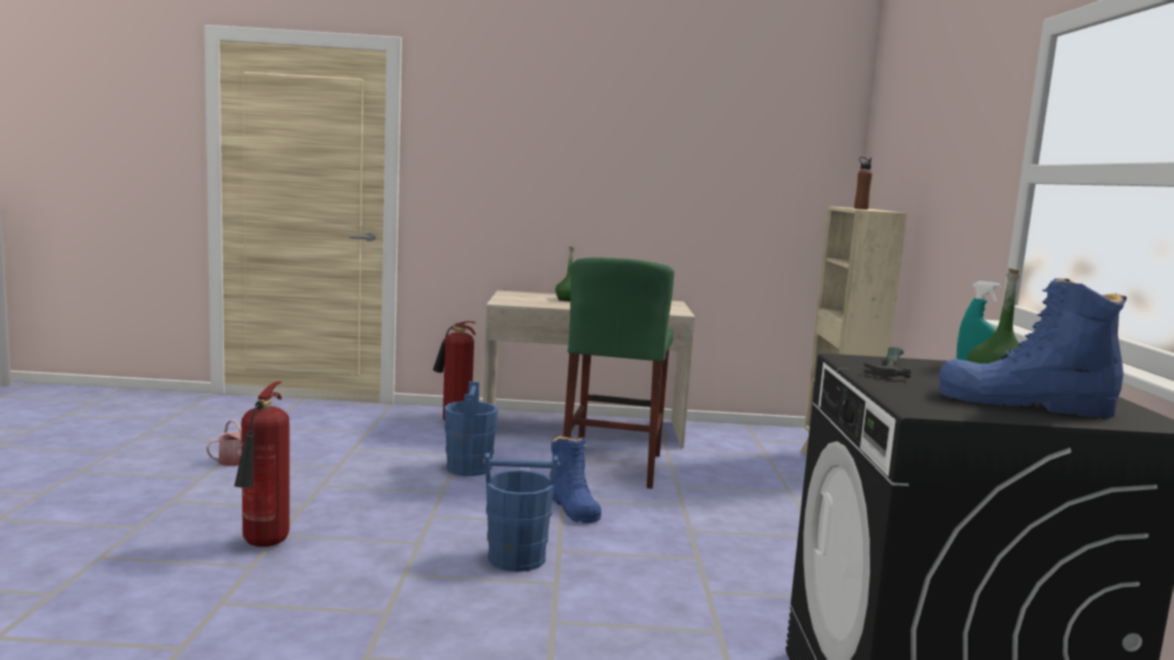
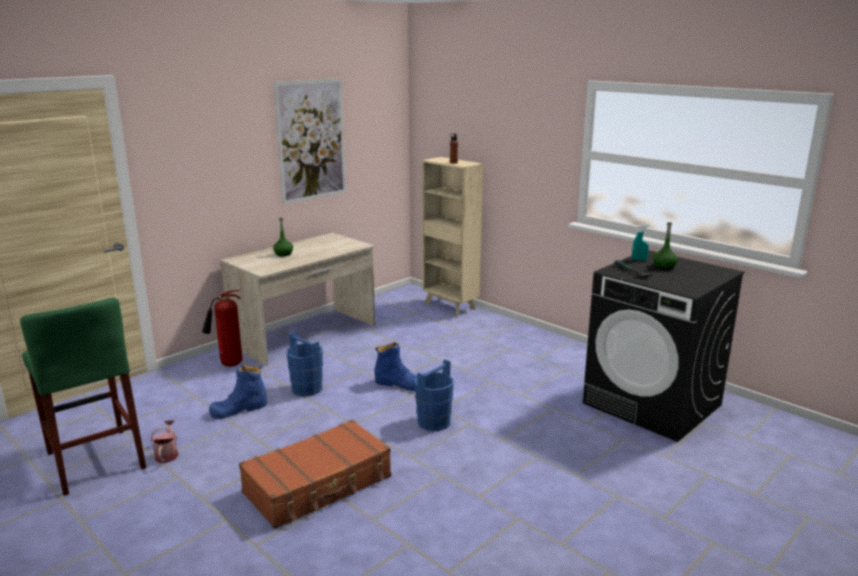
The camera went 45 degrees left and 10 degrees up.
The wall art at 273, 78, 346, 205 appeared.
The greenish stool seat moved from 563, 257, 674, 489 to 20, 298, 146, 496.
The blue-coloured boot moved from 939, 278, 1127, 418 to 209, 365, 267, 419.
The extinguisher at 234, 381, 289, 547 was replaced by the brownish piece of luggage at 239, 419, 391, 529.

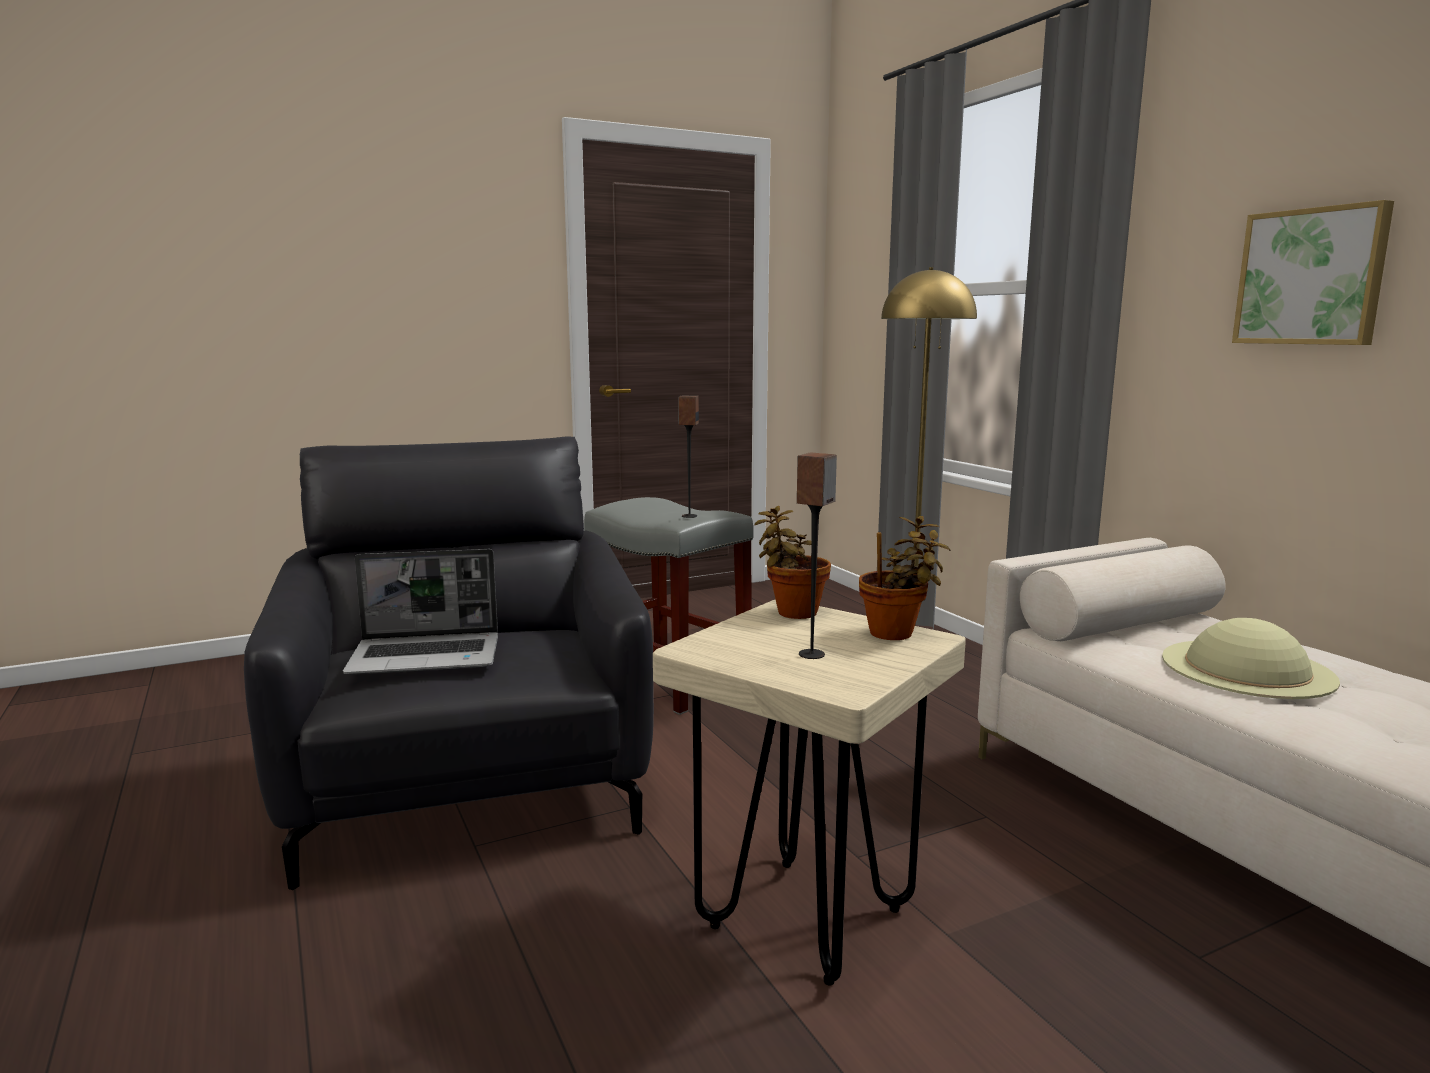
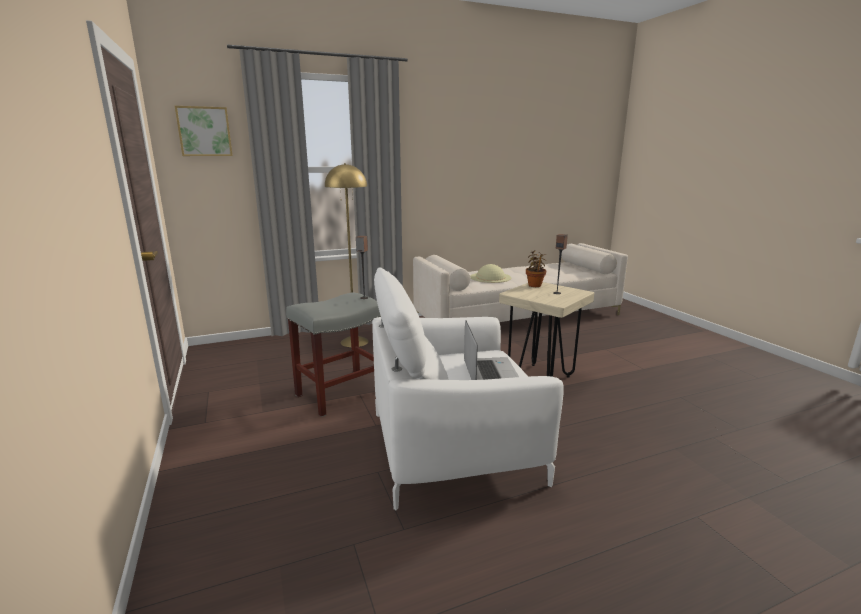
The camera went 85 degrees left and 5 degrees up.
The plant in a pot at 754, 506, 831, 619 disappeared.
The wall art moved from 1232, 200, 1394, 345 to 175, 106, 233, 156.
The black armchair at 244, 436, 654, 890 became the white-coloured armchair at 372, 267, 564, 510.

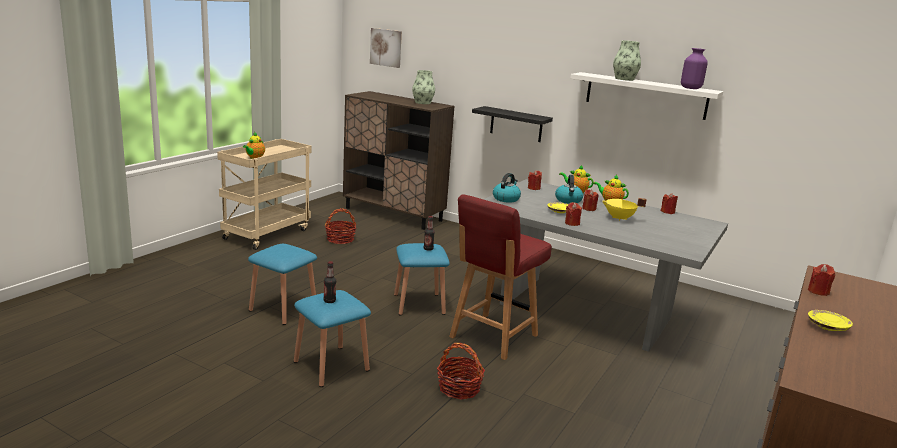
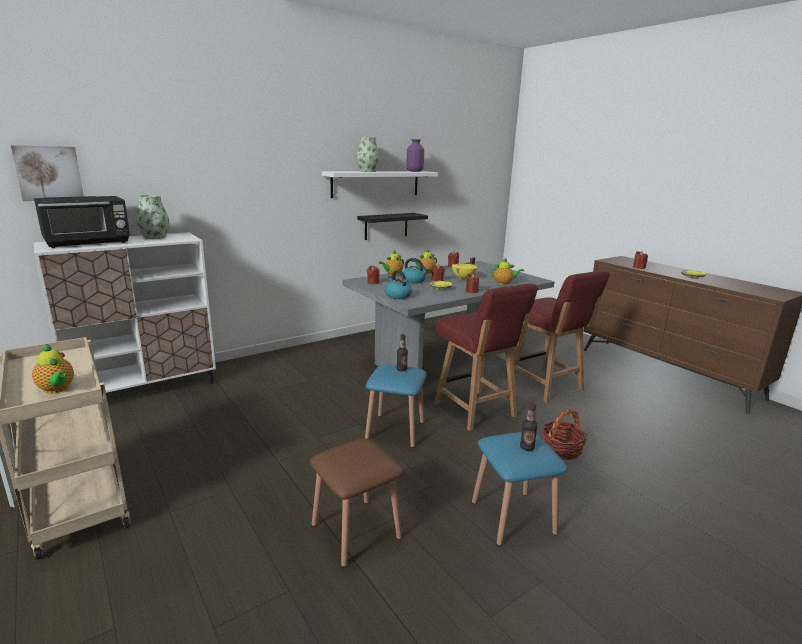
The camera went 65 degrees left and 0 degrees up.
The household basket at 325, 208, 356, 244 disappeared.
The black microwave at 34, 196, 130, 248 appeared.
The teapot at 491, 258, 524, 285 appeared.
The reddish chair at 507, 270, 610, 403 appeared.
The black bracket shelf moved from 472, 106, 553, 142 to 357, 213, 428, 240.
The blue-coloured stool seat at 248, 244, 317, 325 became the brownish stool seat at 310, 438, 403, 568.
The brownish storage cabinet at 343, 91, 455, 230 became the white-coloured storage cabinet at 34, 232, 216, 393.

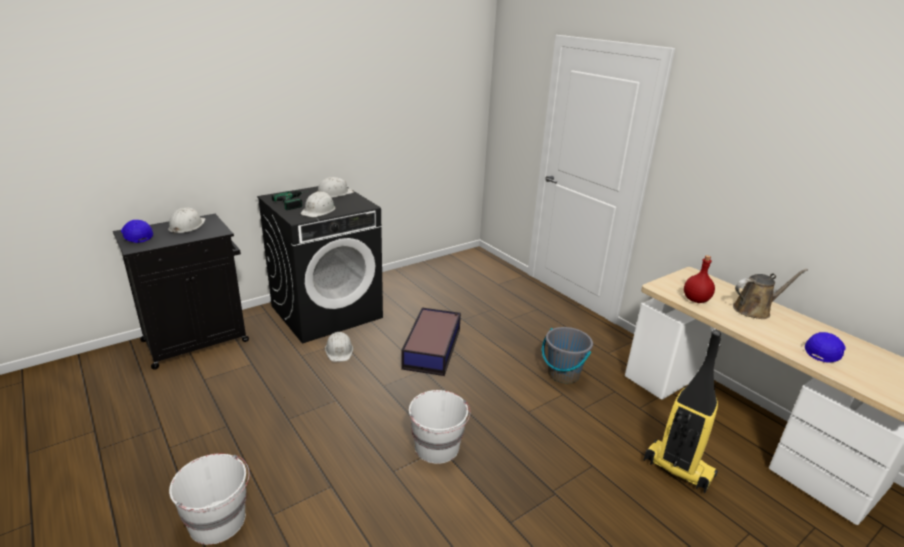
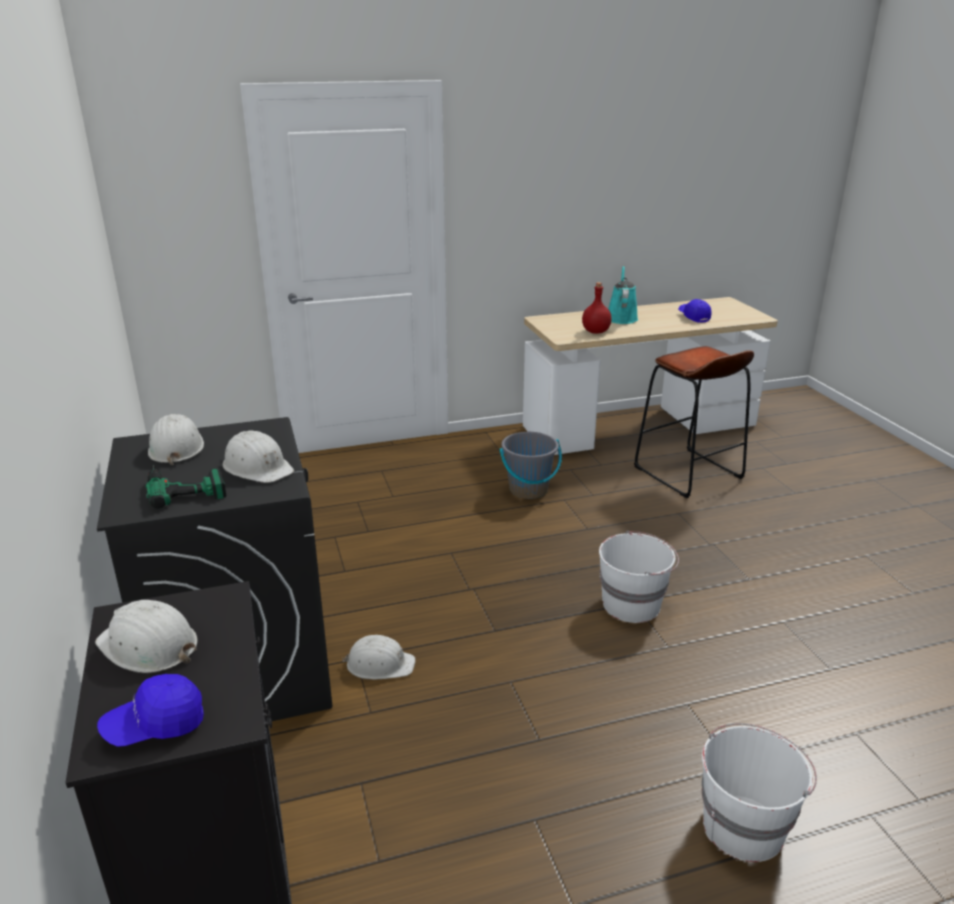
The camera went 70 degrees left and 0 degrees up.
The storage bin at 401, 307, 461, 376 disappeared.
The hoover at 643, 330, 721, 493 was replaced by the brownish stool seat at 634, 346, 754, 498.
The brownish watering can at 733, 269, 808, 319 became the turquoise-coloured watering can at 608, 266, 638, 324.

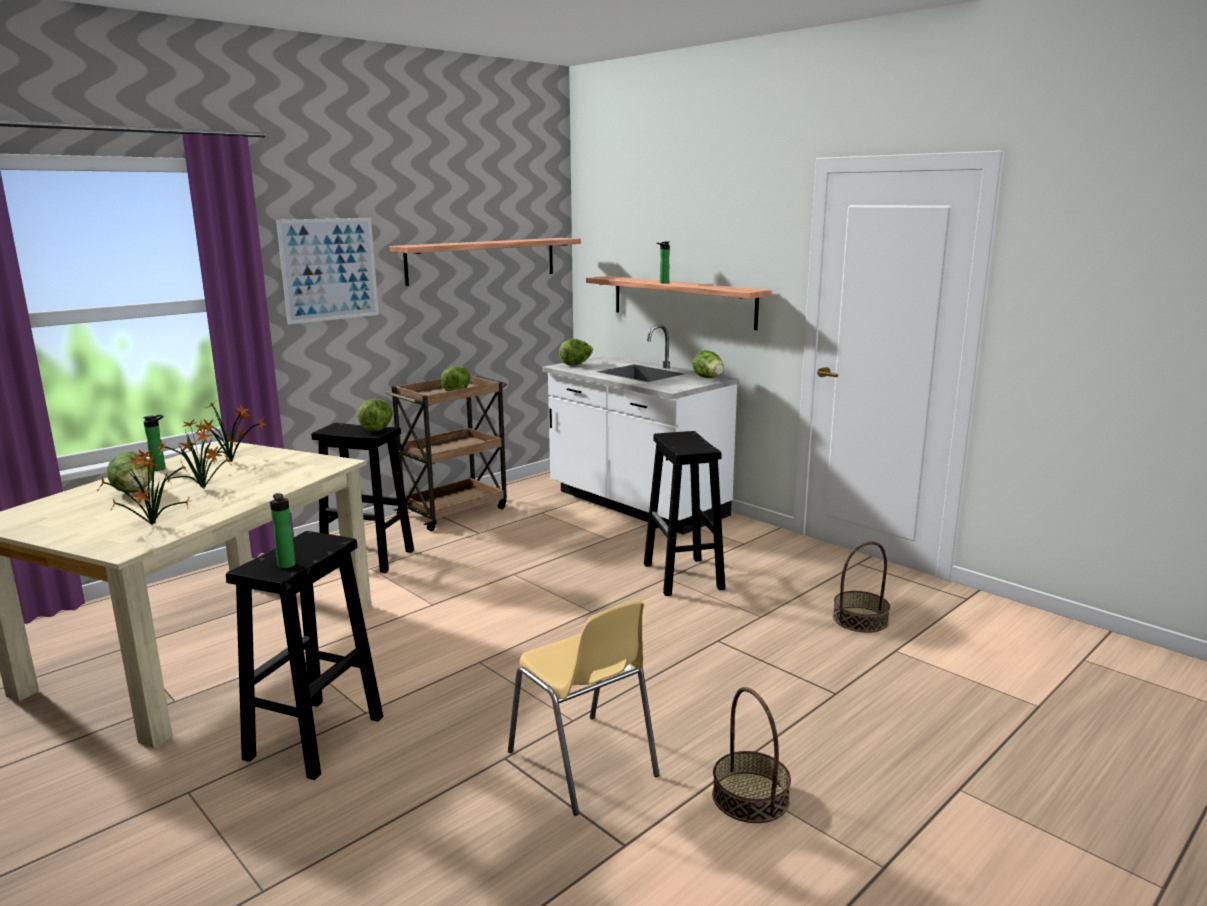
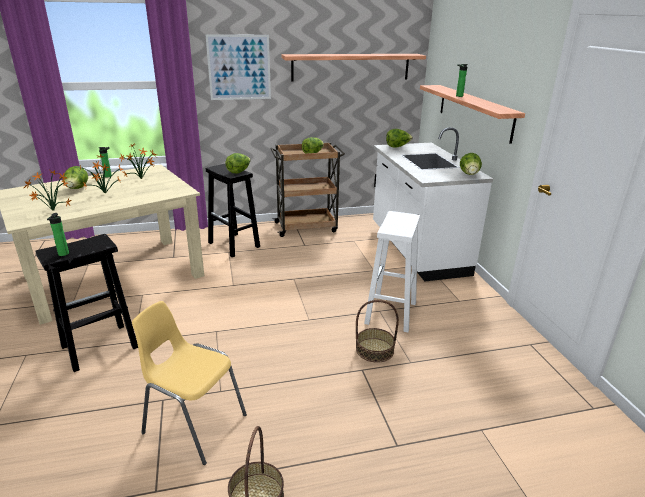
The camera went 30 degrees right and 10 degrees up.
The household basket moved from 833, 541, 890, 633 to 356, 300, 399, 363.
The black stool seat at 644, 431, 725, 596 became the white-coloured stool seat at 364, 211, 420, 332.
The yellowish chair at 508, 600, 659, 816 turned 120 degrees clockwise.

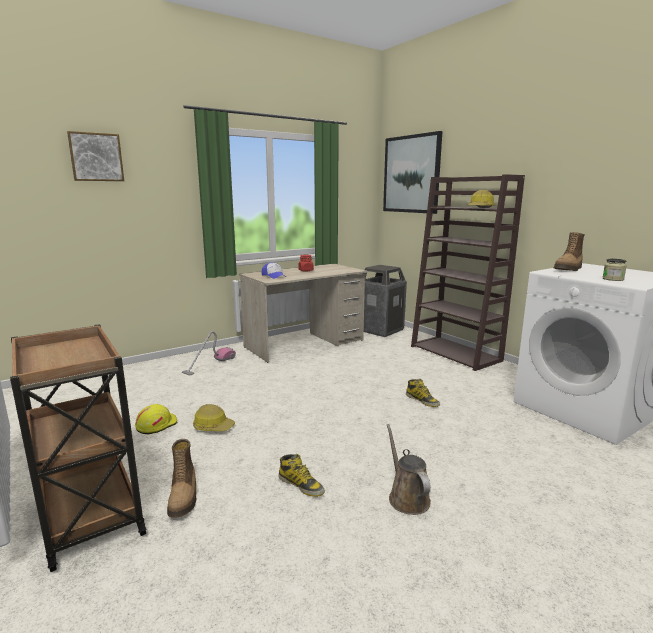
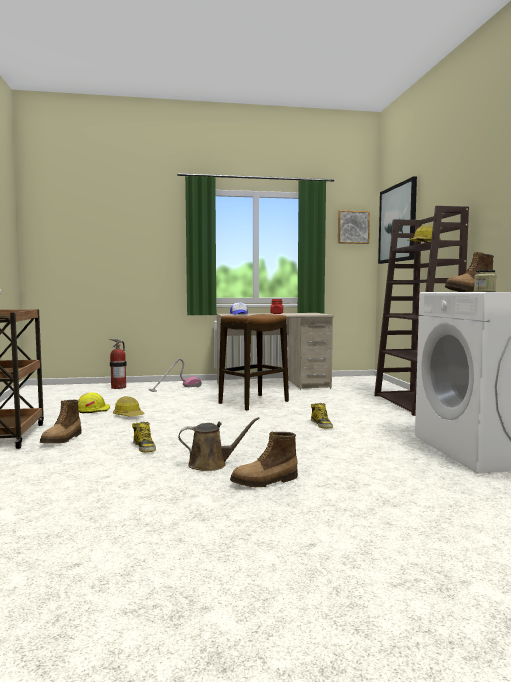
The camera went 25 degrees right and 10 degrees down.
The waste bin at 364, 265, 407, 337 disappeared.
The extinguisher at 110, 339, 126, 389 appeared.
The stool seat at 218, 314, 289, 411 appeared.
The boot at 230, 432, 298, 487 appeared.
The wall art moved from 67, 131, 124, 181 to 338, 210, 370, 244.
The brownish watering can at 387, 424, 431, 515 turned 75 degrees clockwise.

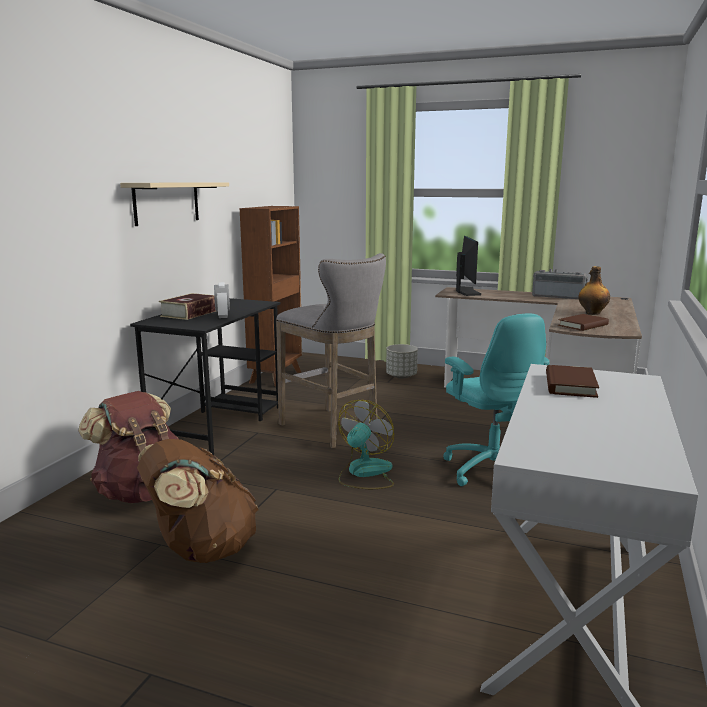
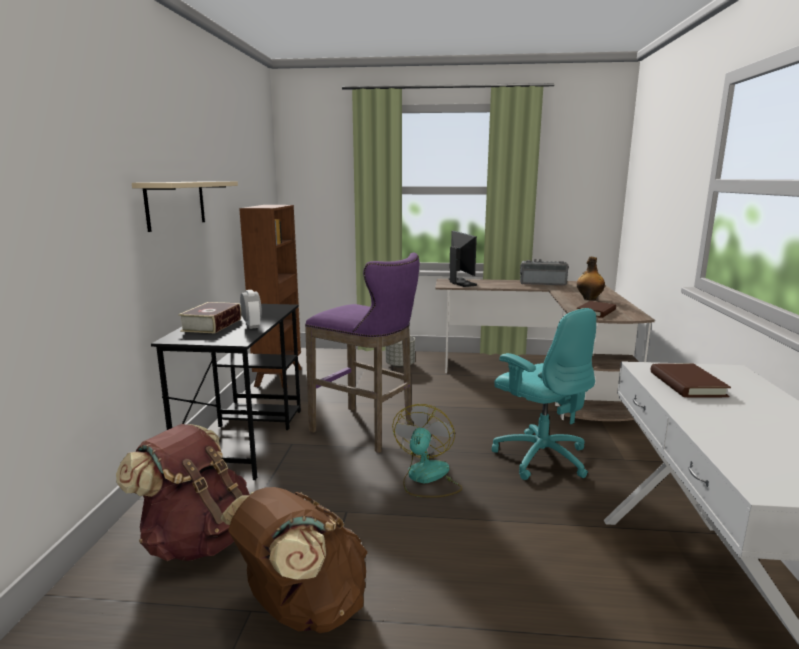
The camera went 15 degrees left and 0 degrees up.
The greyish stool seat at 276, 253, 386, 448 became the purple-coloured stool seat at 305, 252, 419, 453.

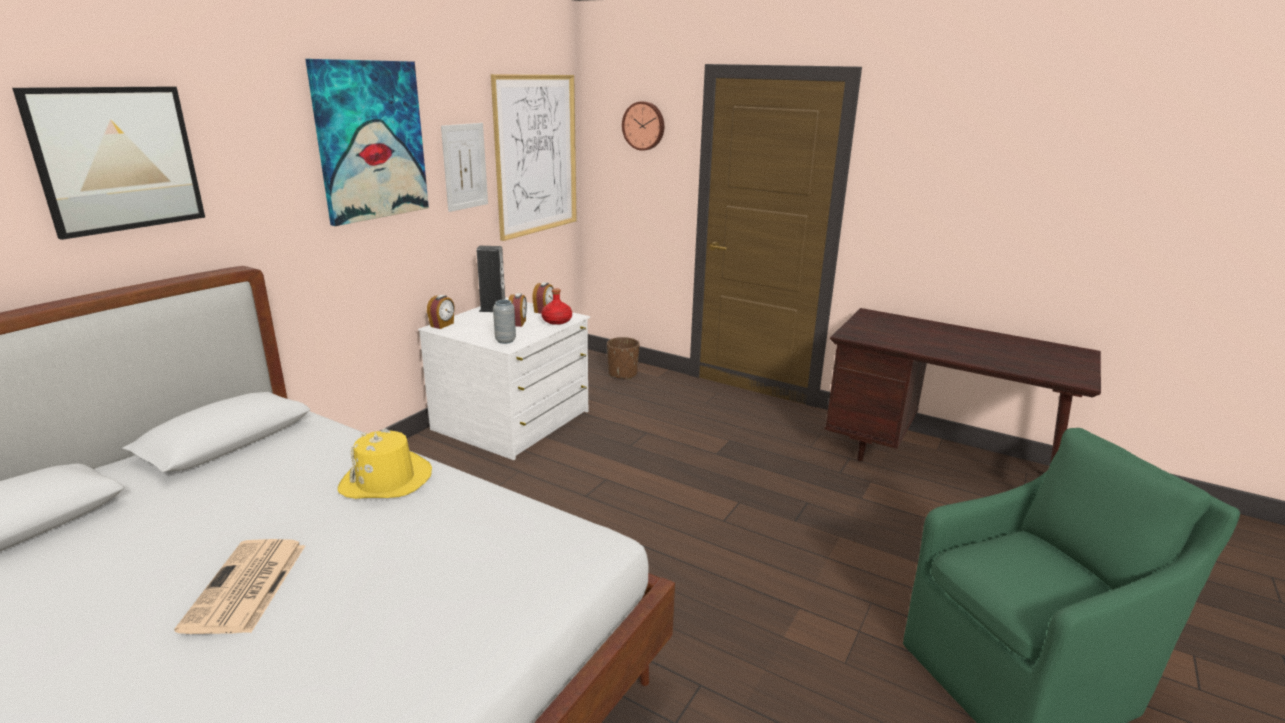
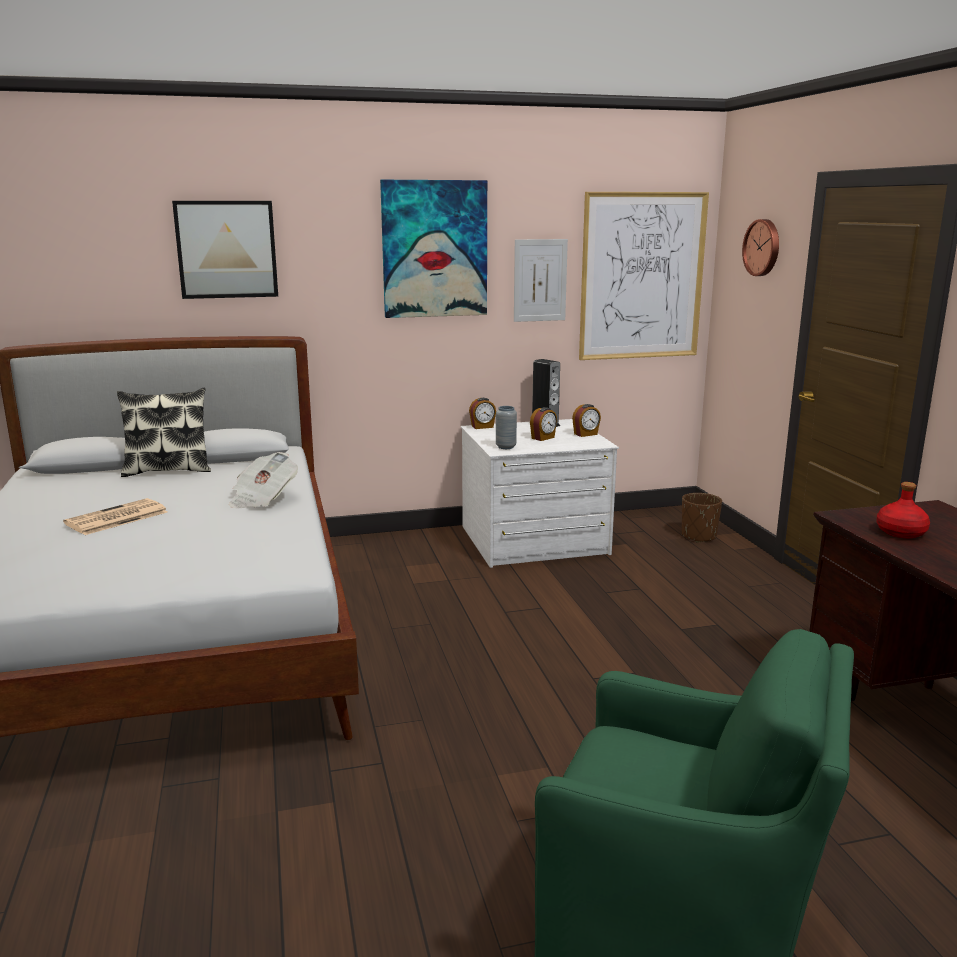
The camera went 45 degrees right and 5 degrees down.
The throw pillow at 117, 388, 211, 477 appeared.
The reddish beverage bottle moved from 541, 288, 572, 325 to 876, 482, 930, 538.
The yellowish hat at 338, 429, 432, 499 was replaced by the printed paper at 229, 452, 298, 508.

